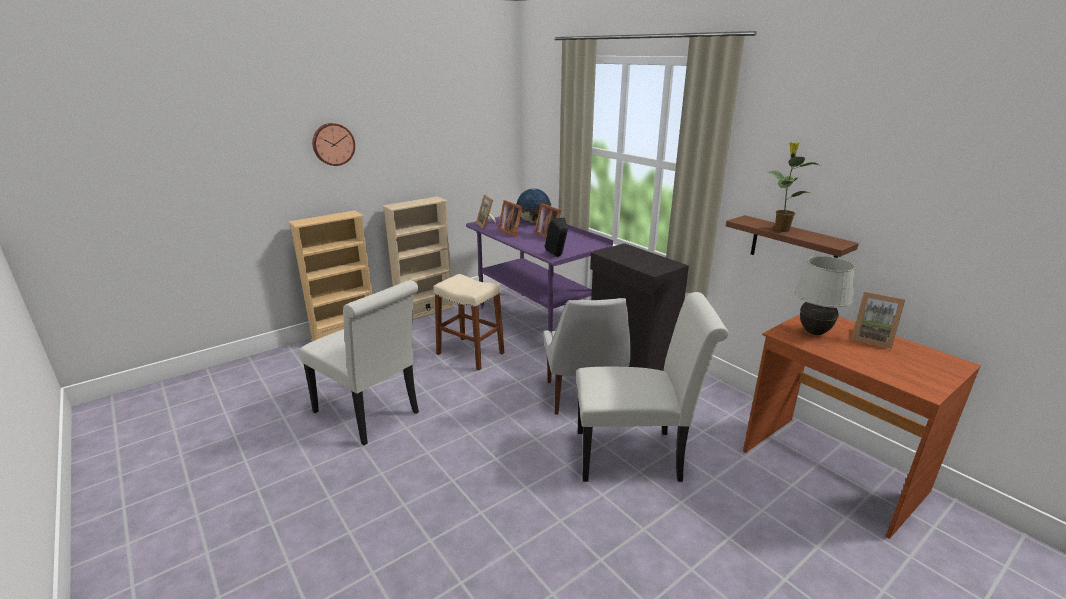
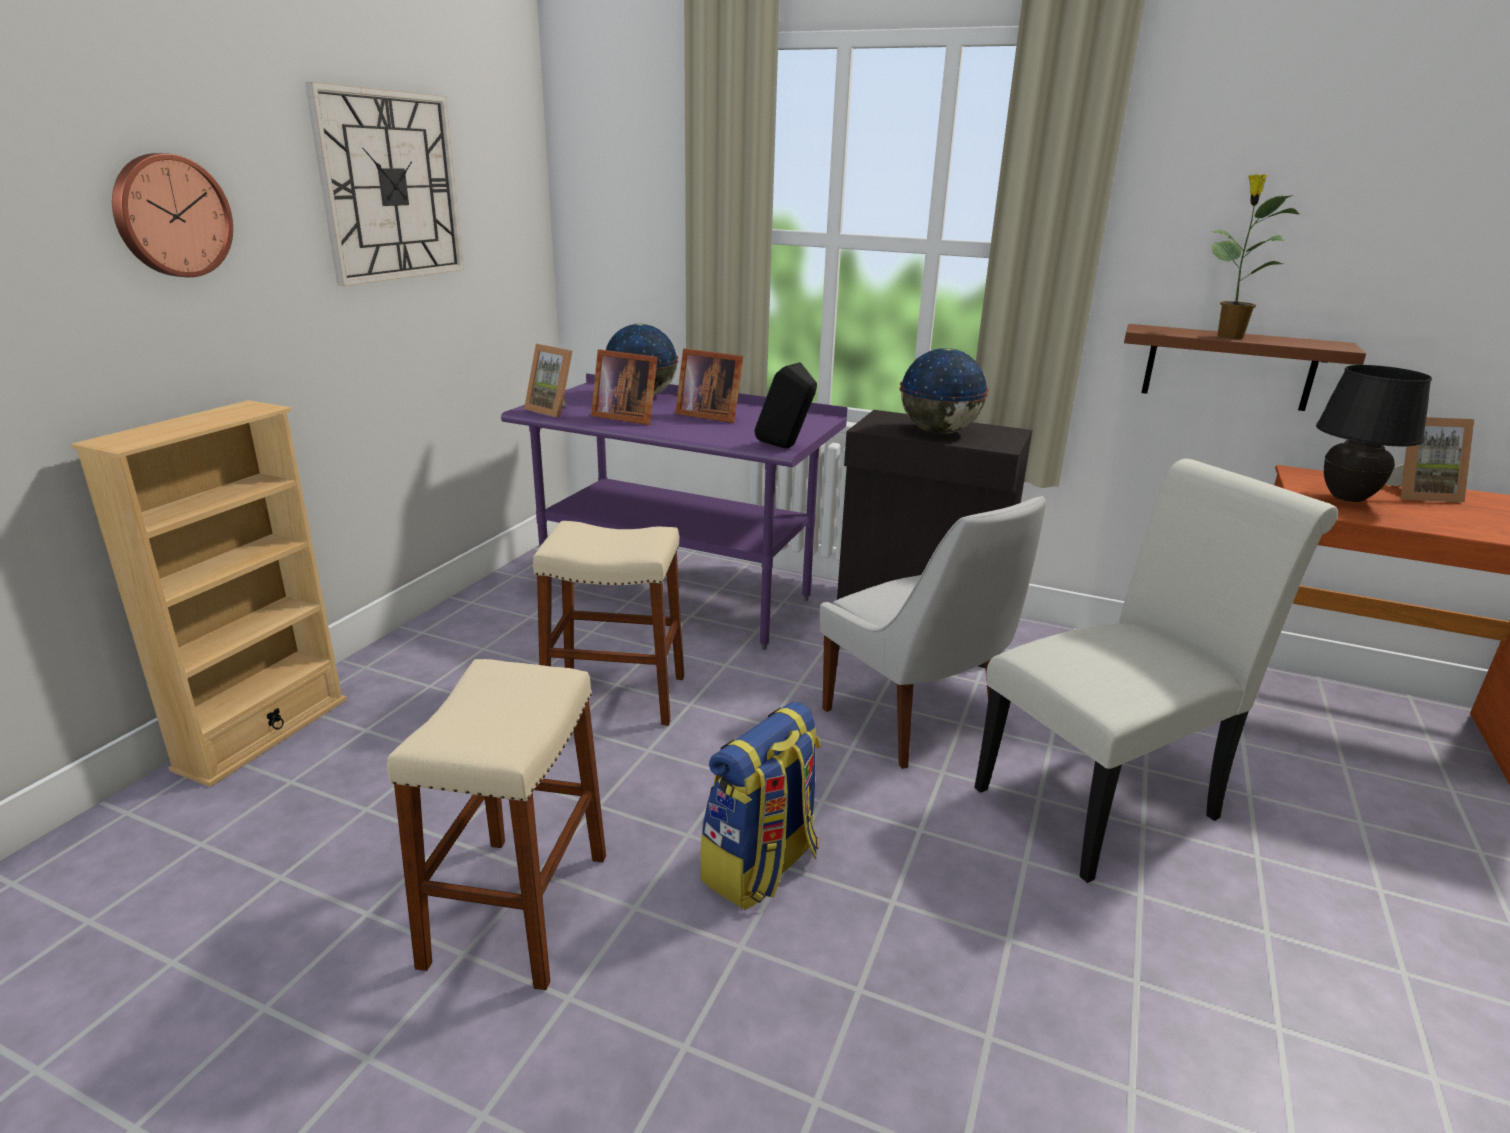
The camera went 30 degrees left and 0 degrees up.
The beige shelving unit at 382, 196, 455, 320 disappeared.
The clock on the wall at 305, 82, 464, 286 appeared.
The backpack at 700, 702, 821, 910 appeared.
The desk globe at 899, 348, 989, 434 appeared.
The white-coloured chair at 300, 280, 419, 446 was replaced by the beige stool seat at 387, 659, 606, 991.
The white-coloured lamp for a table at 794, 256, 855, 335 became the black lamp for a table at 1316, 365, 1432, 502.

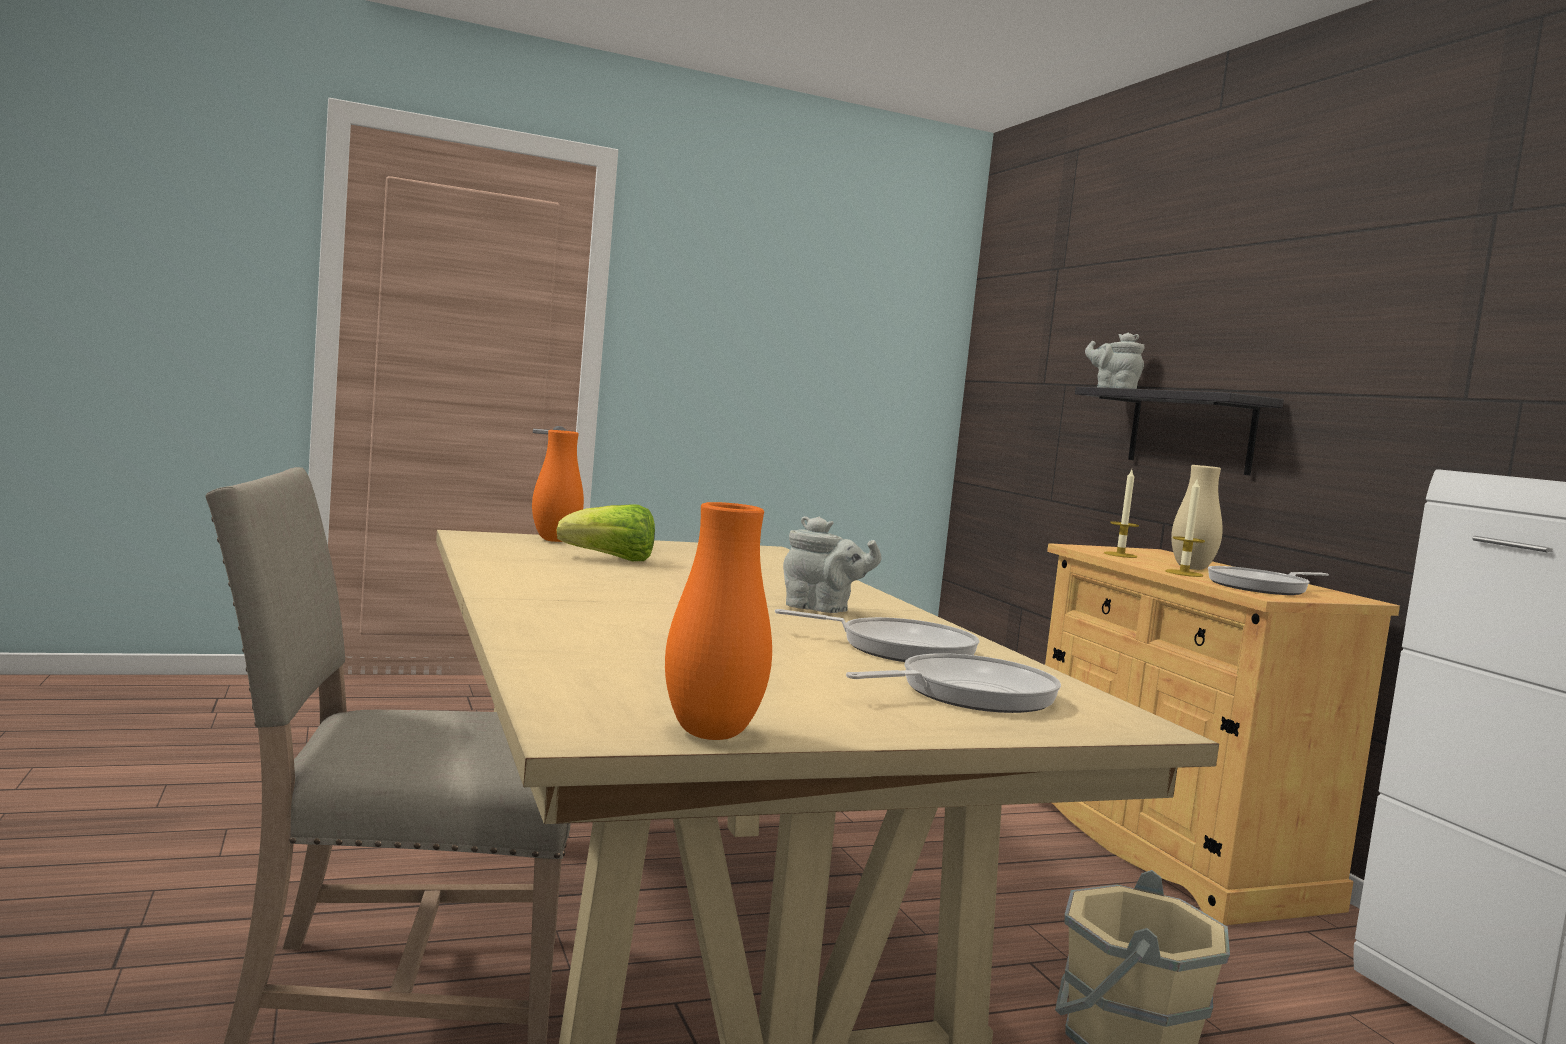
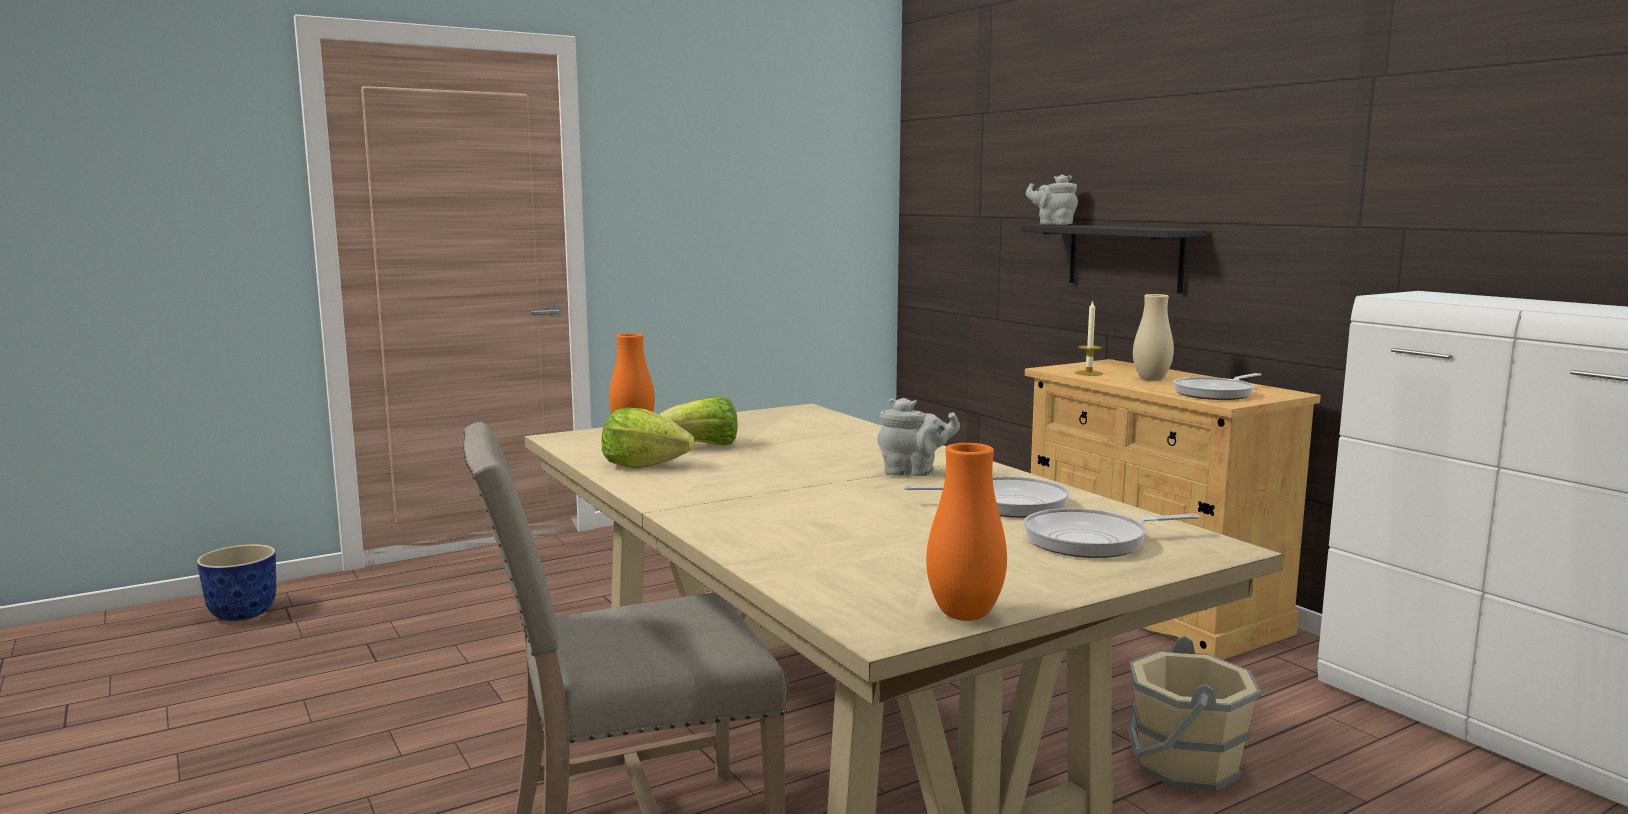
The camera went 10 degrees left and 5 degrees up.
The wax light at 1165, 480, 1205, 577 disappeared.
The planter at 197, 544, 276, 621 appeared.
The head of lettuce at 602, 408, 694, 468 appeared.
The frying pan at 846, 653, 1061, 713 turned 150 degrees counterclockwise.

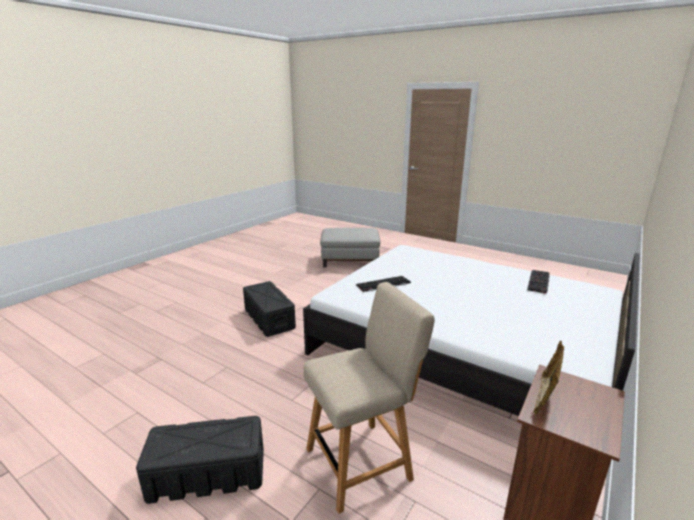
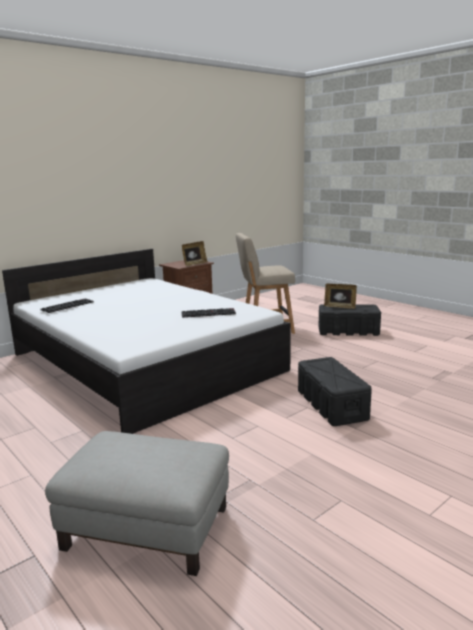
The camera went 165 degrees left and 5 degrees down.
The standing frame at 324, 284, 357, 309 appeared.

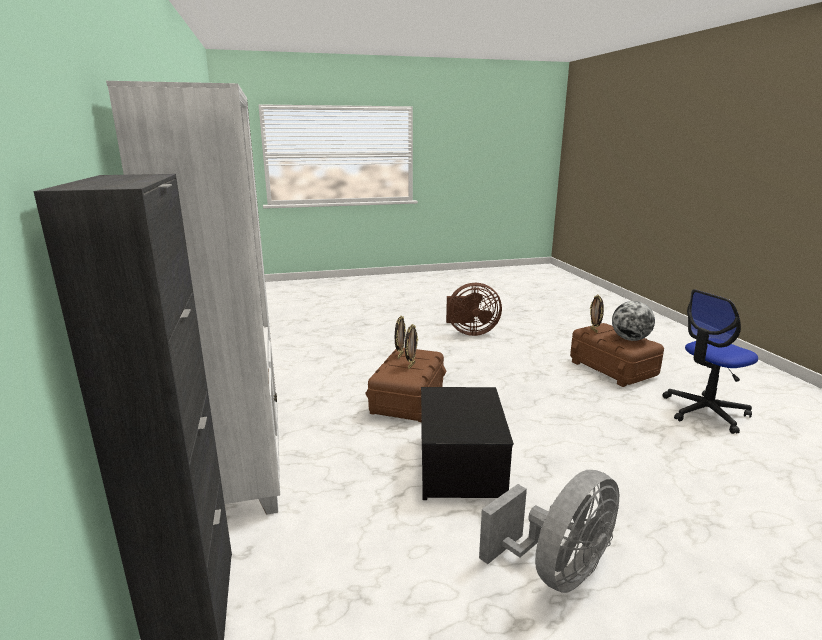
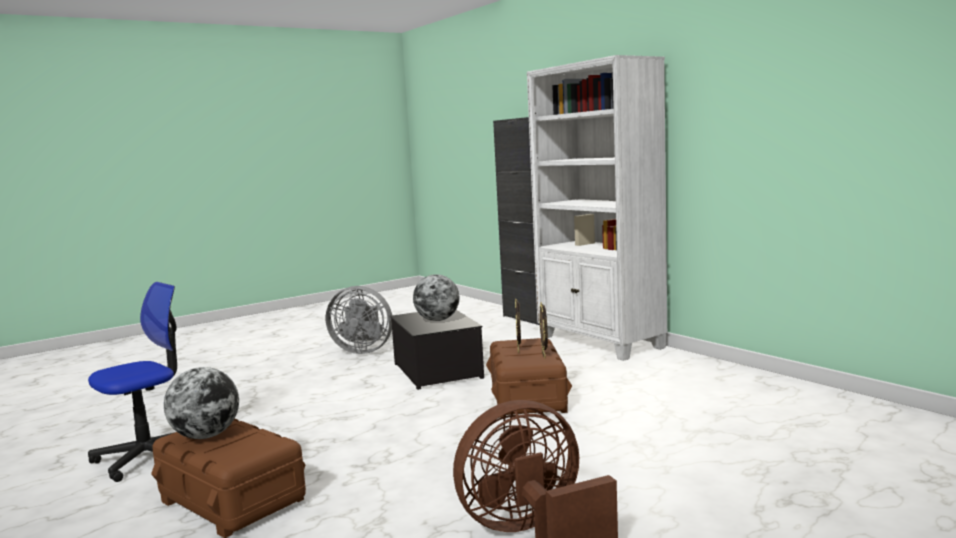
The camera went 160 degrees right and 10 degrees down.
The standing frame at 590, 294, 604, 333 disappeared.
The desk globe at 413, 274, 459, 321 appeared.
The greyish fan at 479, 470, 619, 593 turned 105 degrees counterclockwise.

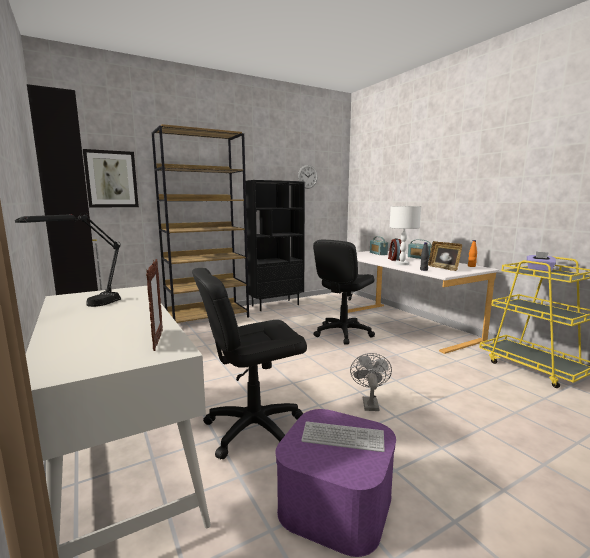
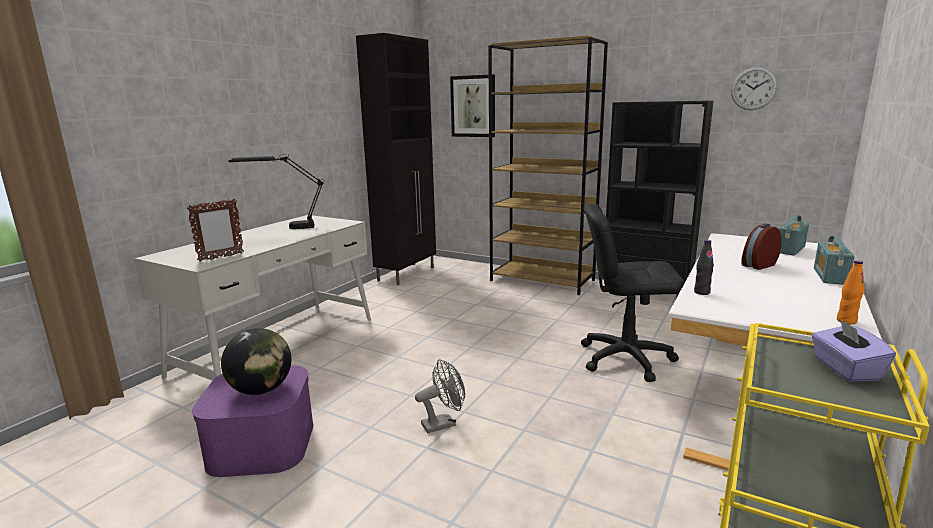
The camera went 60 degrees right and 5 degrees up.
The black desk chair at 192, 268, 307, 459 disappeared.
The white-coloured lamp for a table at 390, 206, 421, 265 disappeared.
The standing frame at 428, 241, 462, 271 disappeared.
The PC keyboard at 301, 421, 385, 452 was replaced by the desk globe at 221, 328, 291, 395.

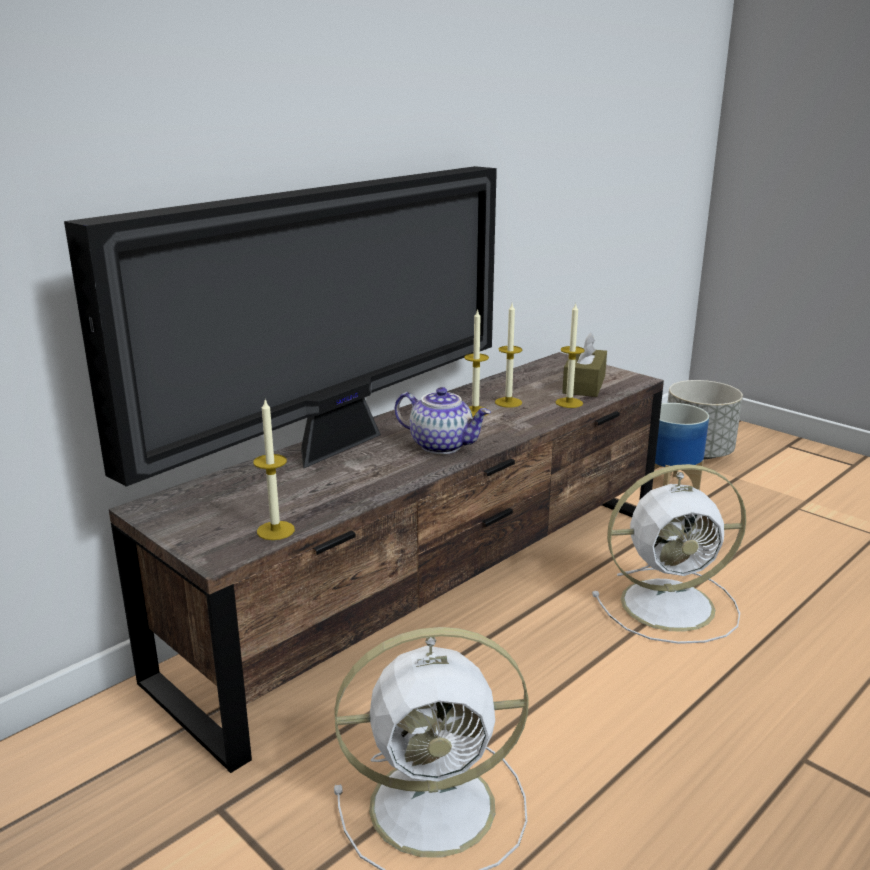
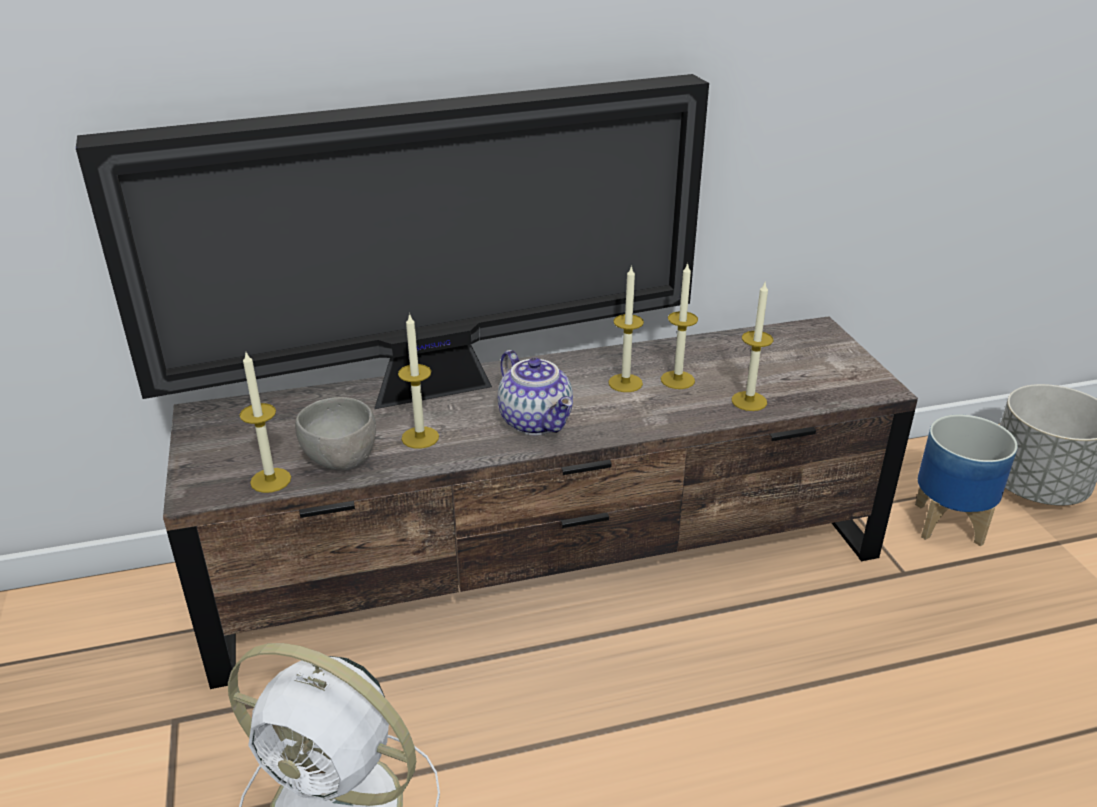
The camera went 30 degrees right and 10 degrees up.
The brownish box of tissues at 562, 332, 607, 397 disappeared.
The white-coloured fan at 592, 464, 746, 644 disappeared.
The greyish bowl at 295, 397, 376, 470 appeared.
The wax light at 398, 313, 439, 449 appeared.

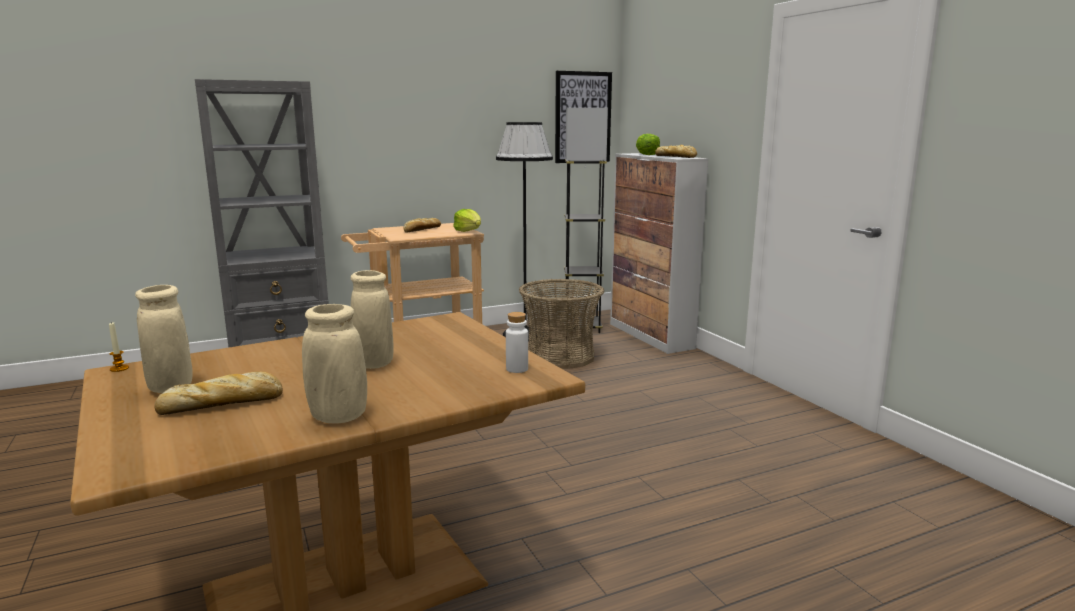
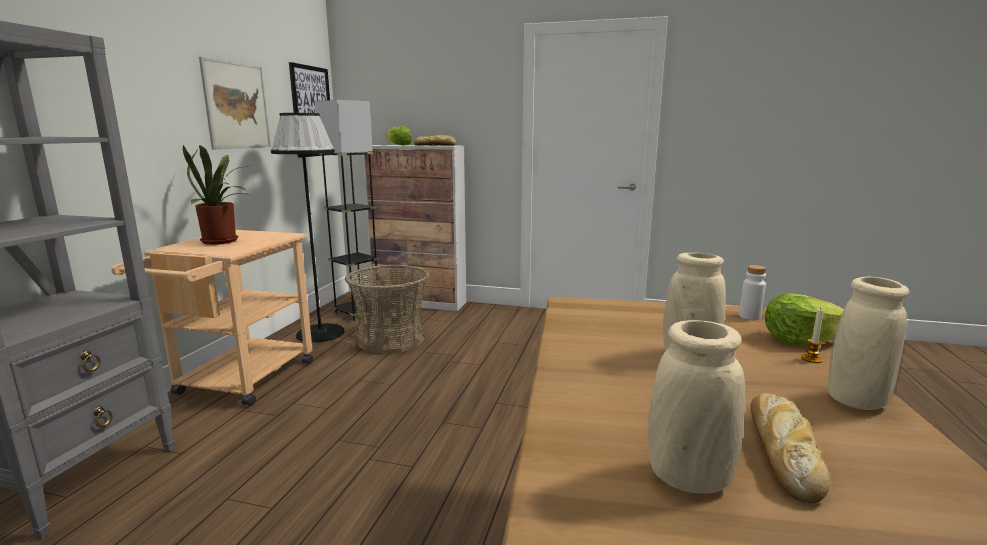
The camera went 50 degrees left and 0 degrees up.
The wall art at 199, 57, 271, 150 appeared.
The wax light moved from 109, 322, 129, 372 to 801, 308, 823, 363.
The head of lettuce moved from 453, 209, 481, 232 to 765, 293, 844, 346.
The bread at 403, 218, 441, 232 was replaced by the plant in a pot at 183, 145, 249, 245.

